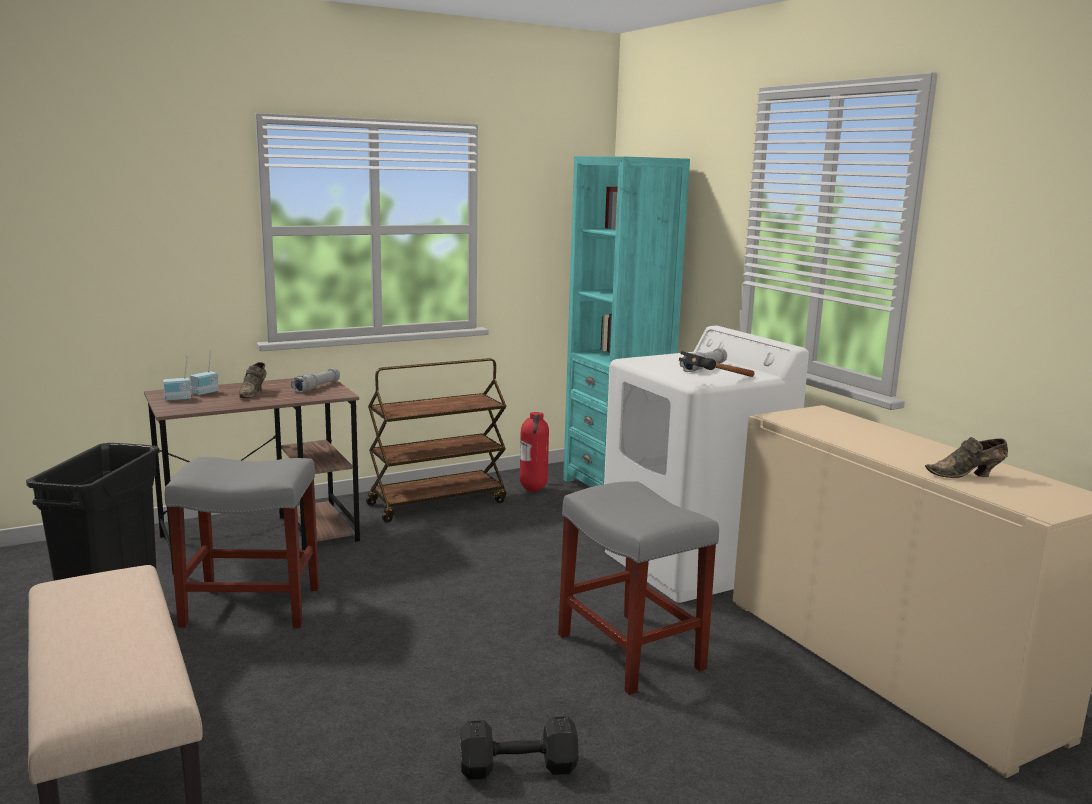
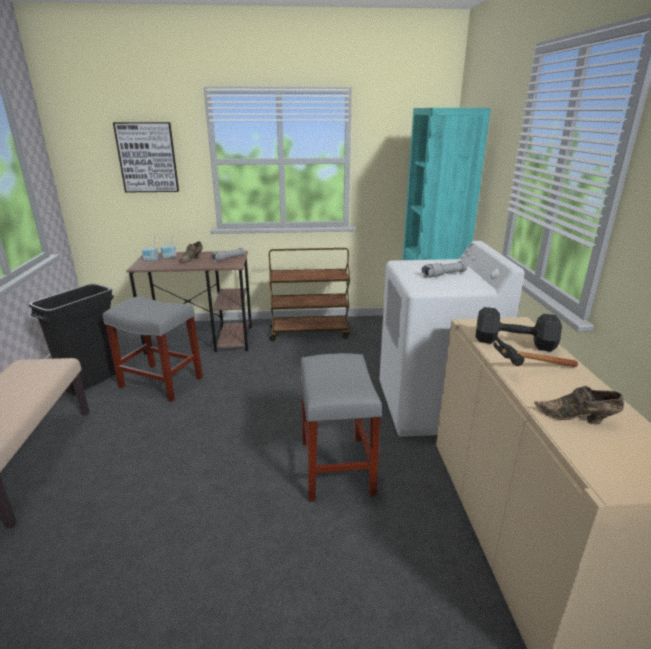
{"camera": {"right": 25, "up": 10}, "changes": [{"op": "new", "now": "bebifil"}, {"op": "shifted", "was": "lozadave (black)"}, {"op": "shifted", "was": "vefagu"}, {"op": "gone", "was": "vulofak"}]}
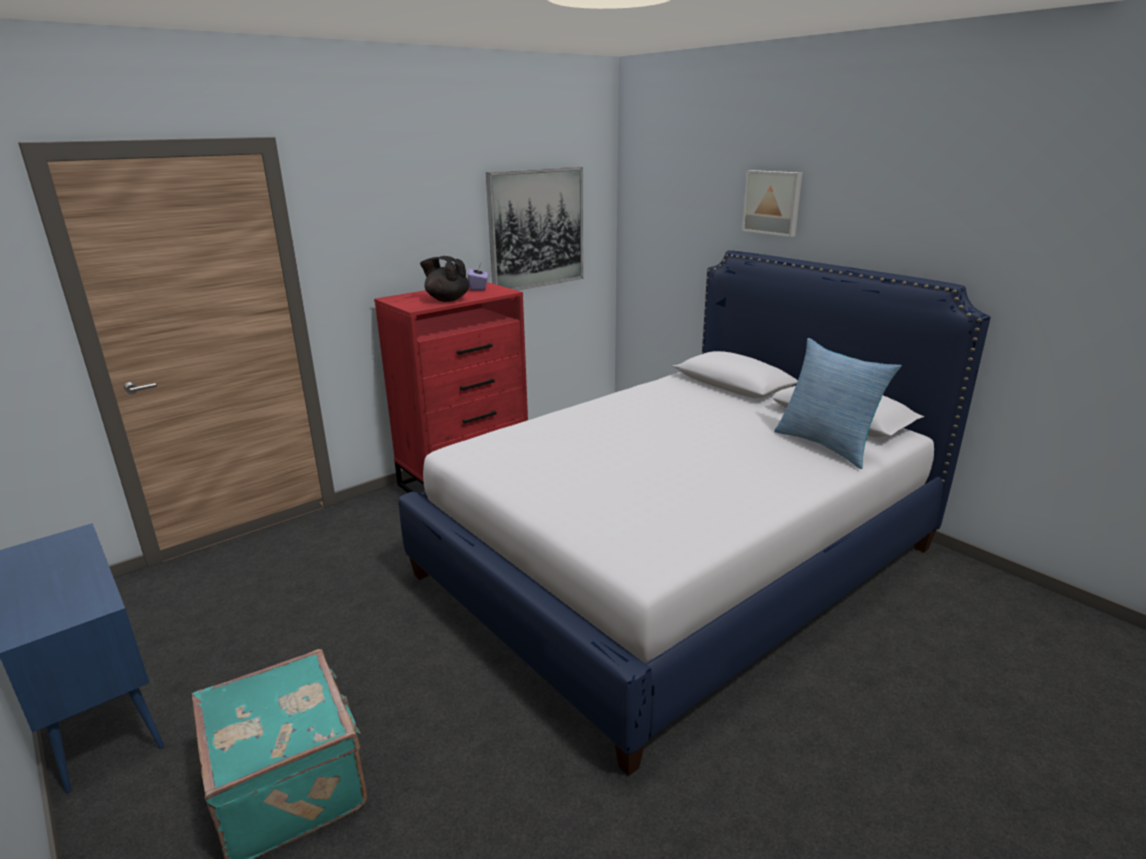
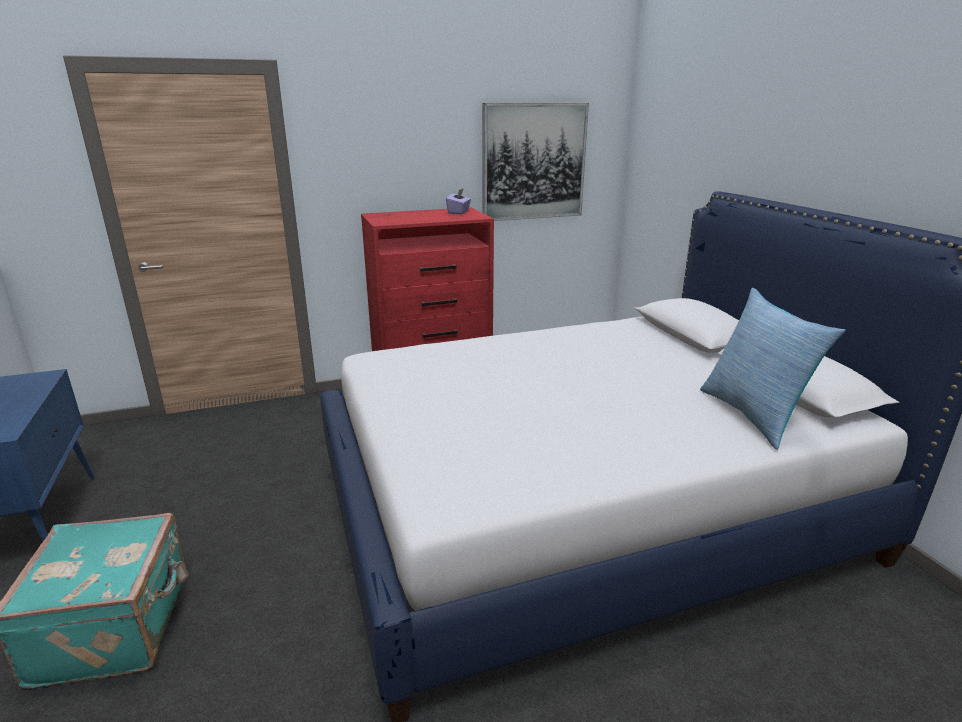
{"camera": {"right": 20, "up": 0}, "changes": [{"op": "gone", "was": "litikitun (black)"}, {"op": "gone", "was": "bebifil (no. 2 from left)"}]}
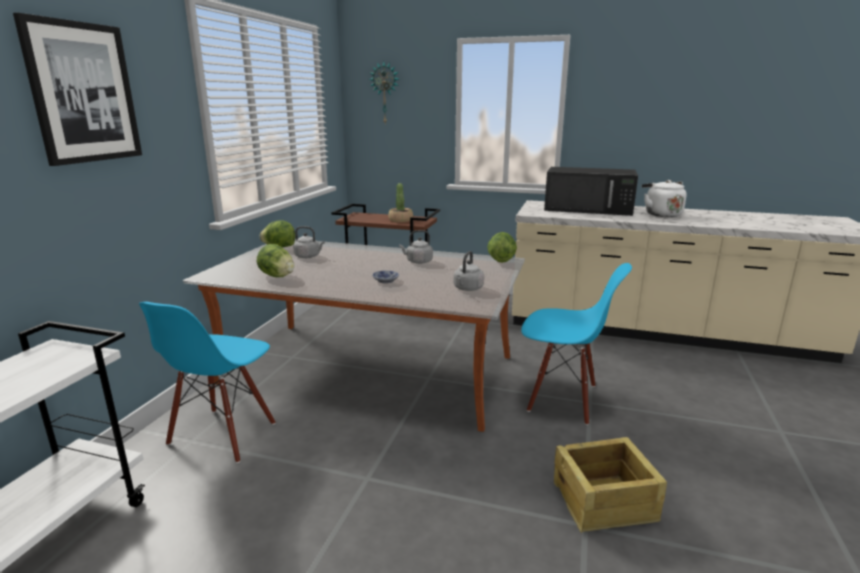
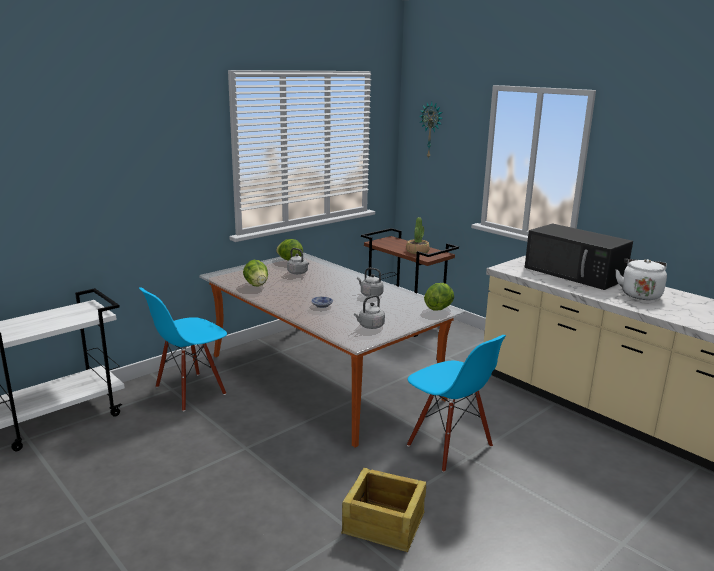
{"camera": {"right": 30, "up": 0}, "changes": [{"op": "gone", "was": "bebifil"}]}
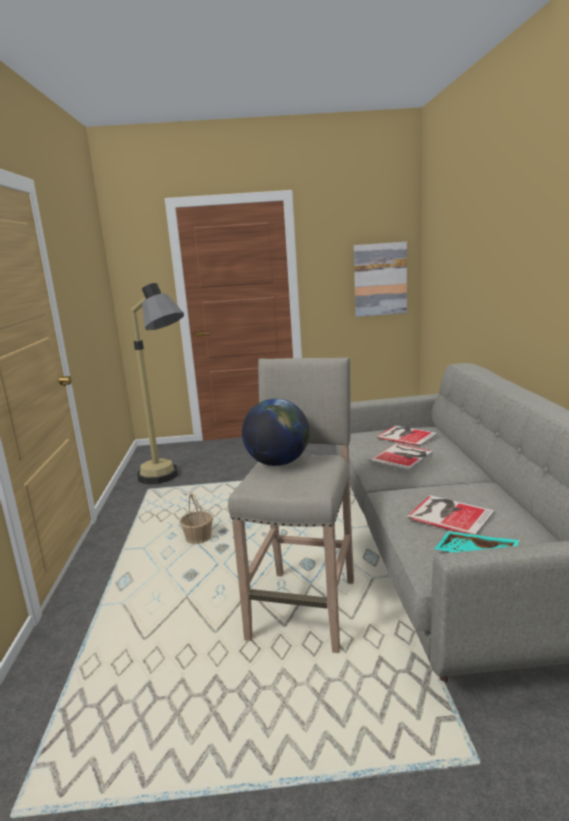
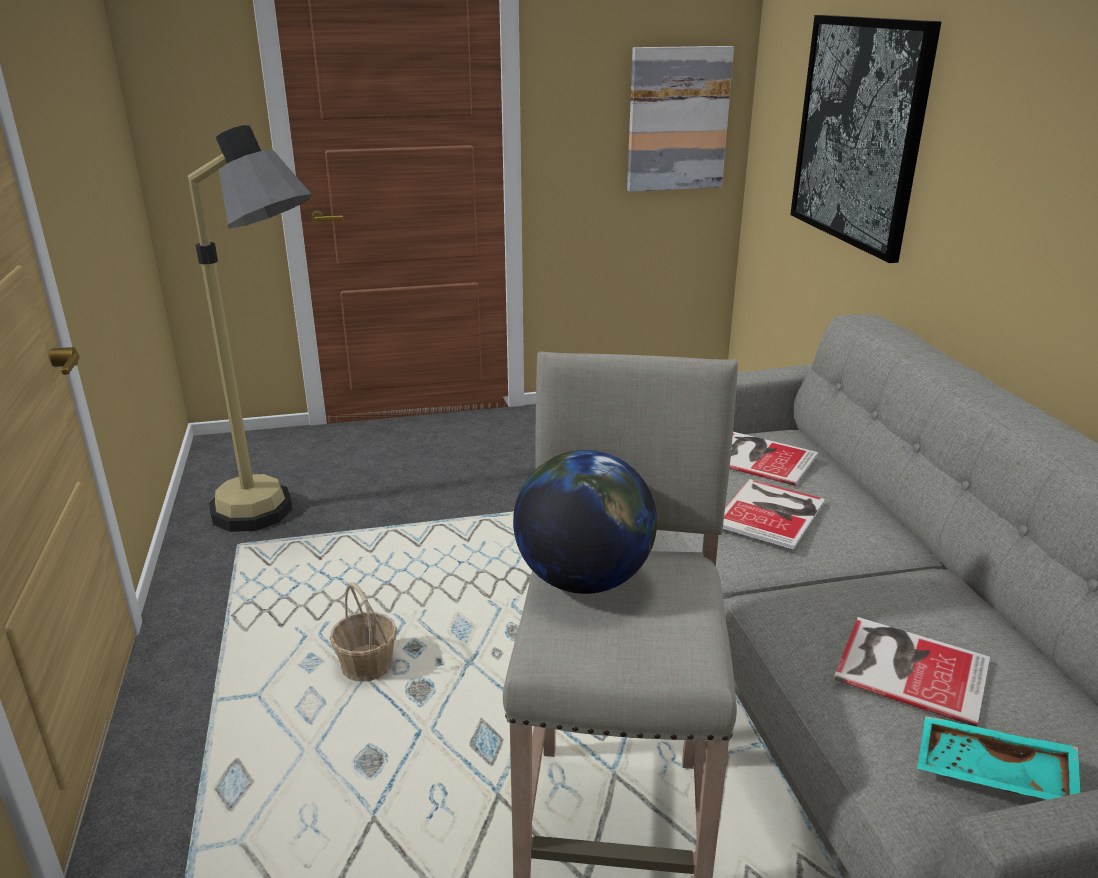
{"camera": {"right": -10, "up": 10}, "changes": [{"op": "new", "now": "bebifil (no. 2 from left)"}]}
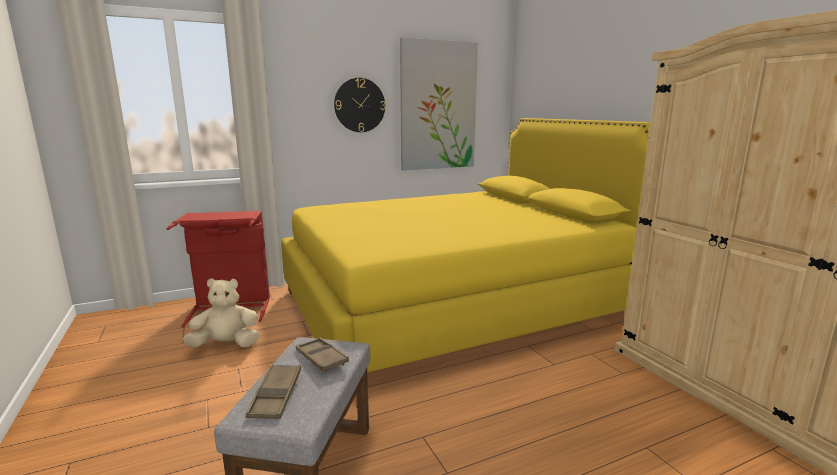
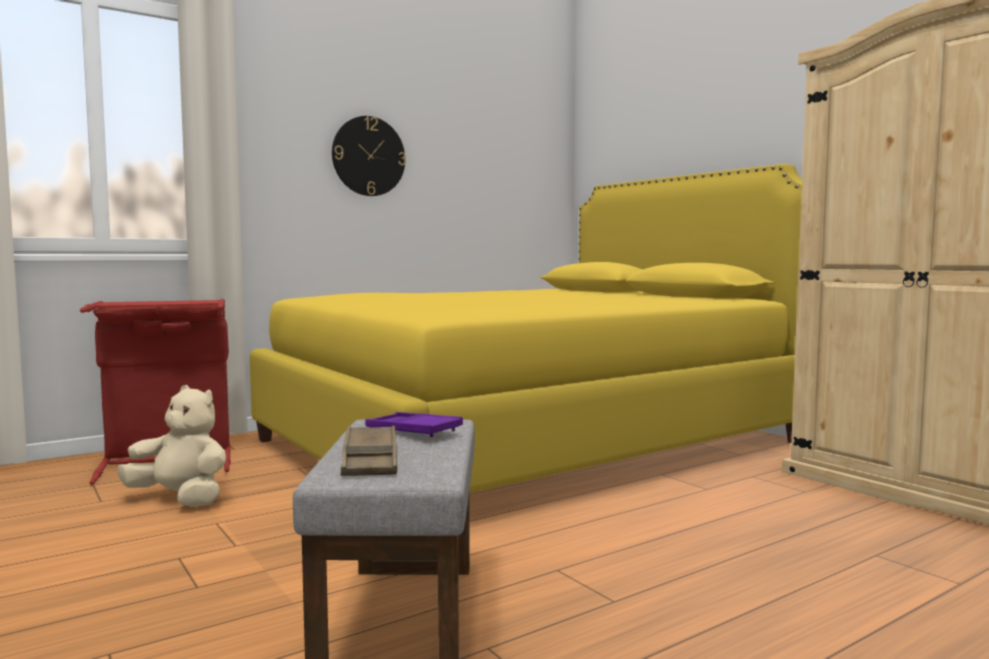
{"camera": {"right": -10, "up": -10}, "changes": [{"op": "rotated", "was": "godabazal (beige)", "clockwise": 45}, {"op": "repainted", "was": "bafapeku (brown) (no. 2 from left)", "now": "bafapeku (purple)"}, {"op": "gone", "was": "bebifil"}]}
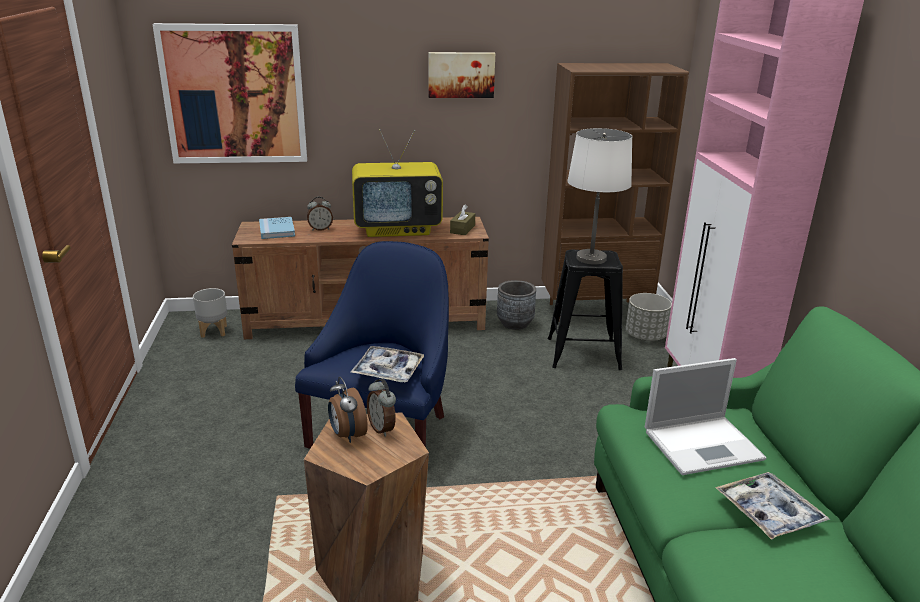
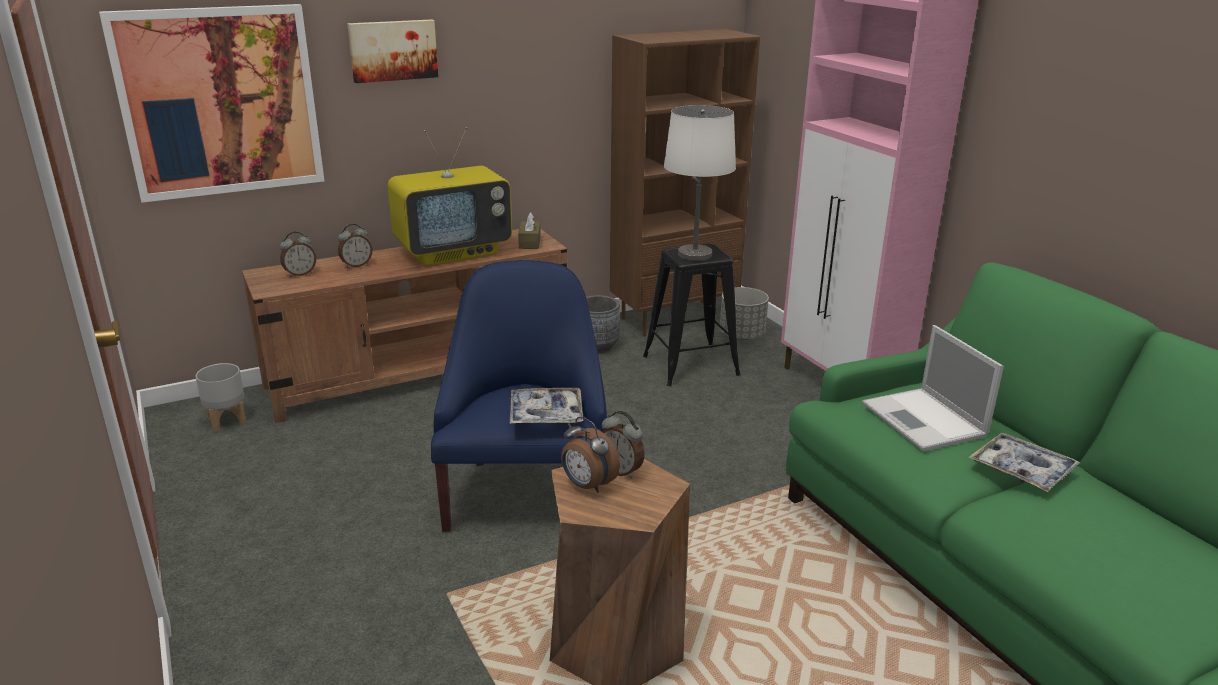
{"camera": {"right": -20, "up": 0}, "changes": [{"op": "swapped", "was": "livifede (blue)", "now": "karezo (no. 1 from left)"}, {"op": "shifted", "was": "bebifil (no. 2 from left)"}, {"op": "rotated", "was": "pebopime", "clockwise": 105}]}
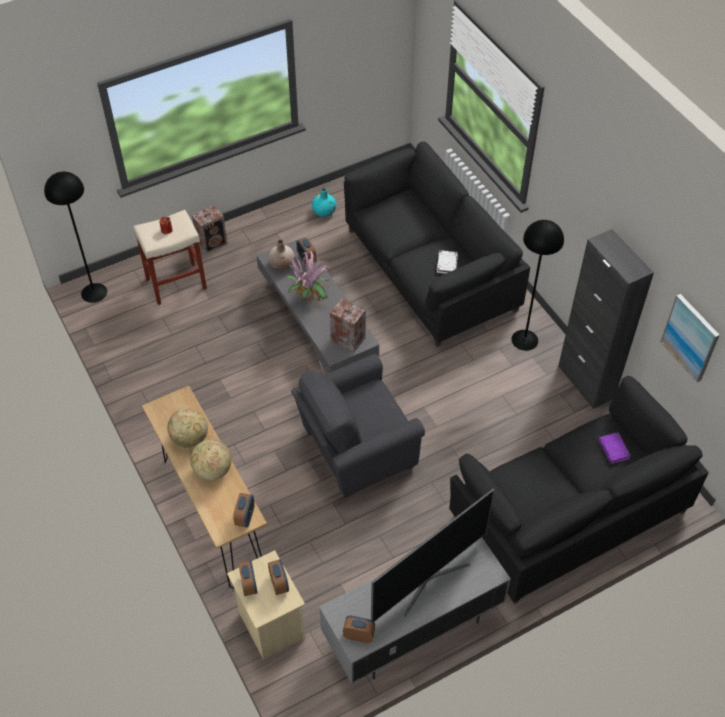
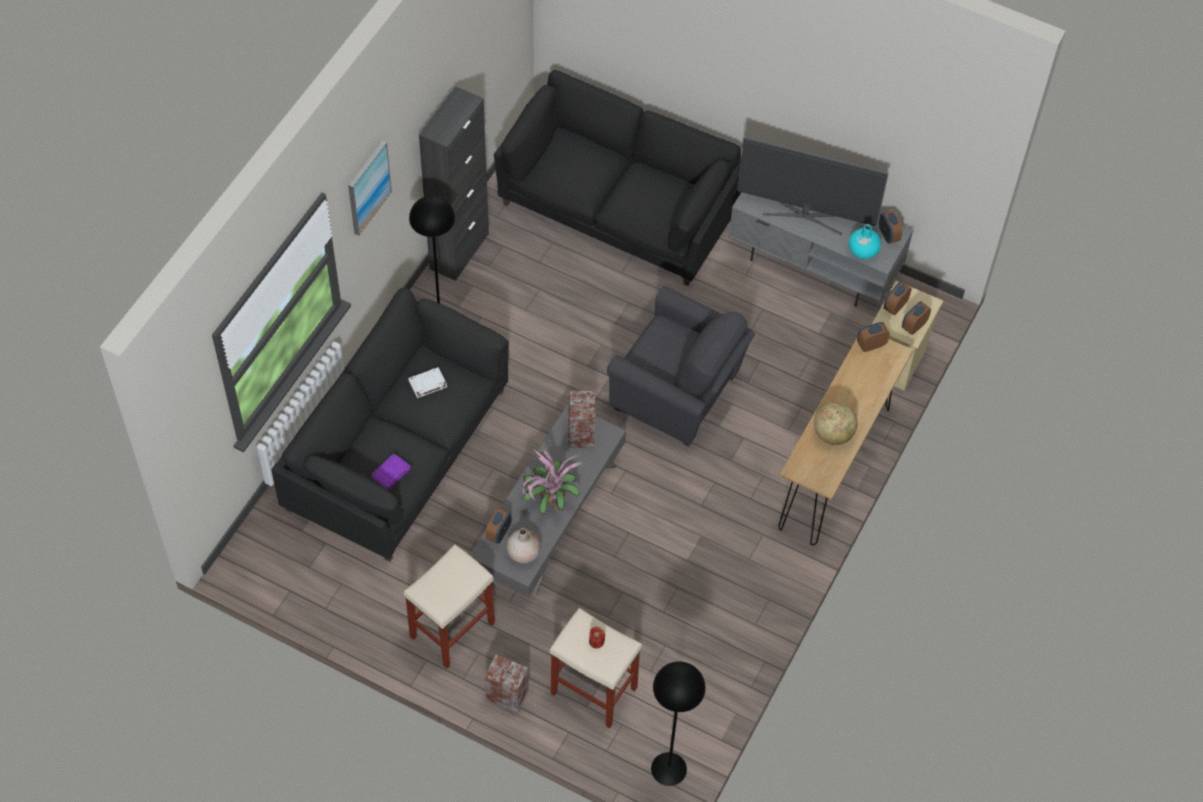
{"camera": {"right": -125, "up": 5}, "changes": [{"op": "shifted", "was": "bebifil"}, {"op": "shifted", "was": "livifede (purple)"}, {"op": "new", "now": "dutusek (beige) (no. 1 from left)"}, {"op": "shifted", "was": "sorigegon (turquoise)"}, {"op": "gone", "was": "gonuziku (no. 2 from left)"}]}
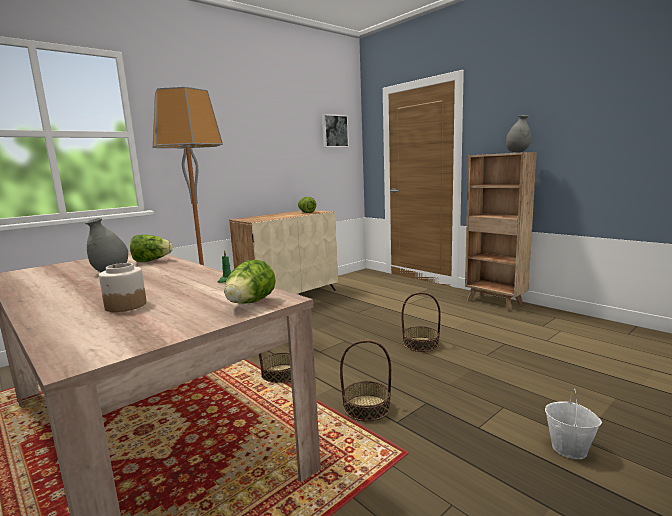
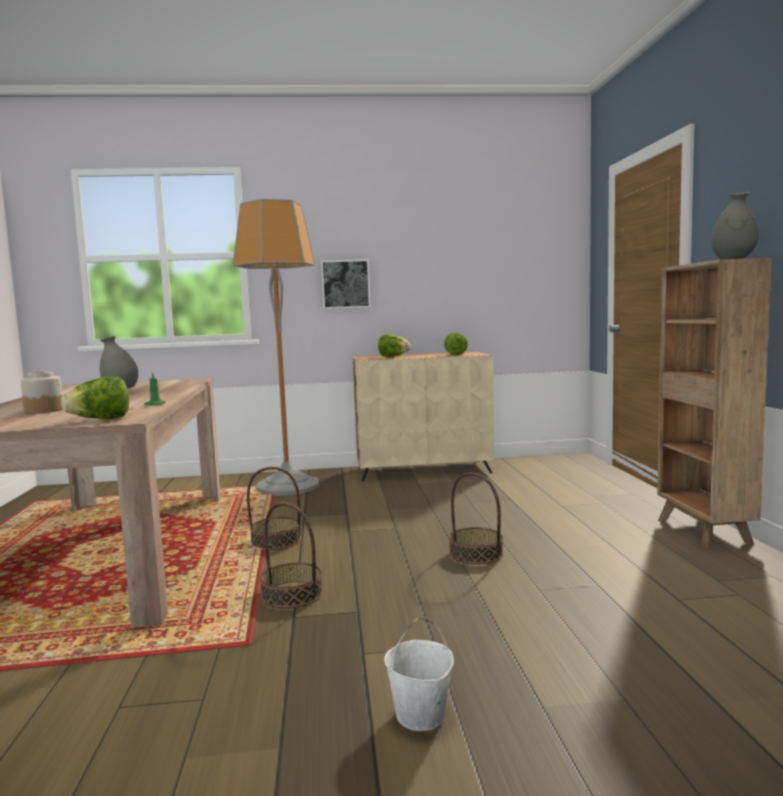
{"camera": {"right": 35, "up": -5}, "changes": [{"op": "shifted", "was": "bebifil"}, {"op": "shifted", "was": "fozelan (no. 1 from left in the first image)", "now": "fozelan (no. 2 from left)"}]}
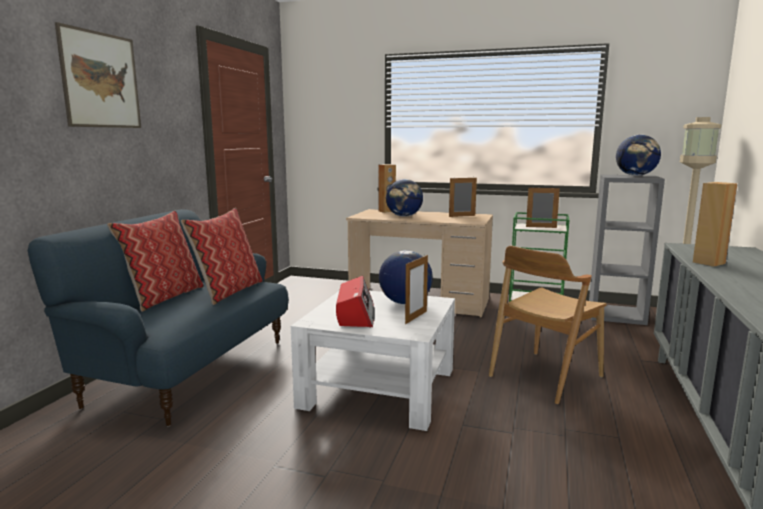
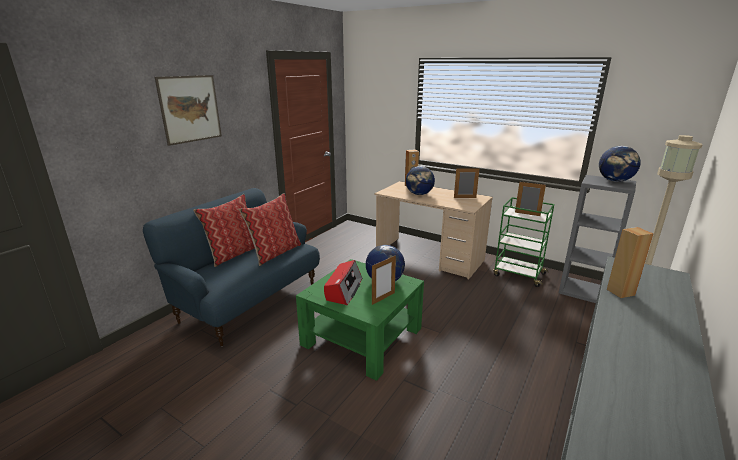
{"camera": {"right": 15, "up": 10}, "changes": [{"op": "repainted", "was": "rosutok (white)", "now": "rosutok (green)"}, {"op": "gone", "was": "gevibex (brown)"}]}
